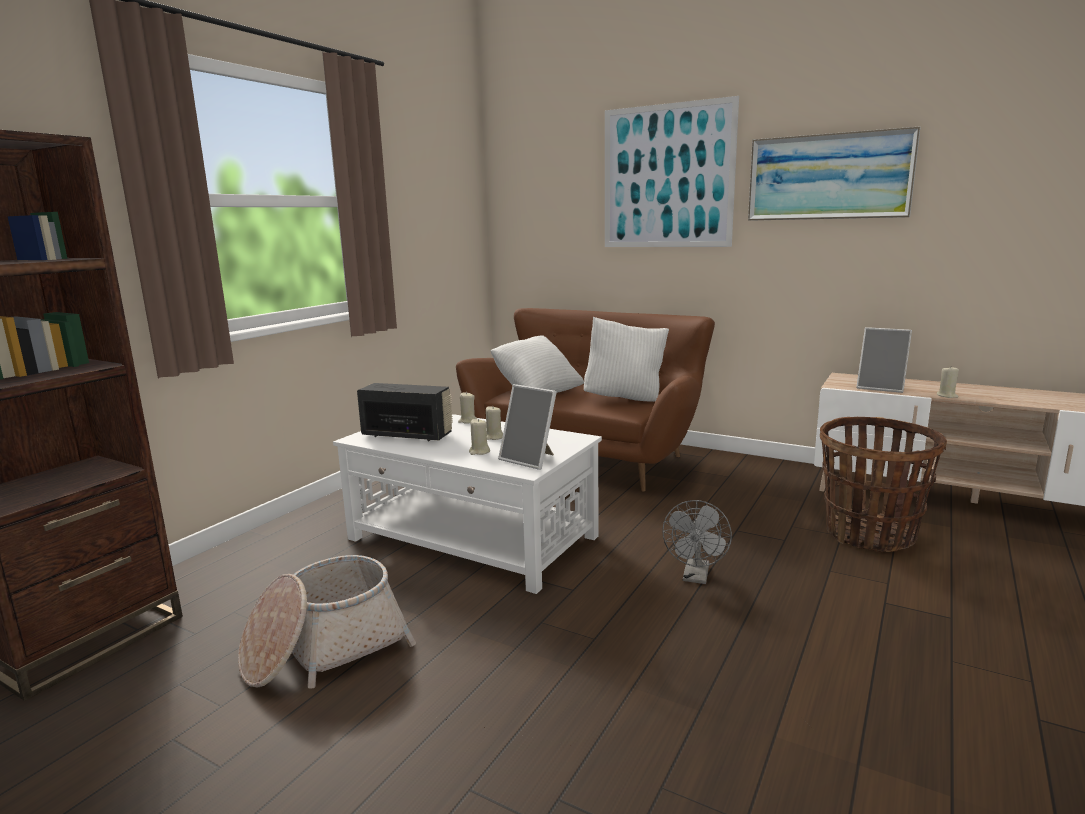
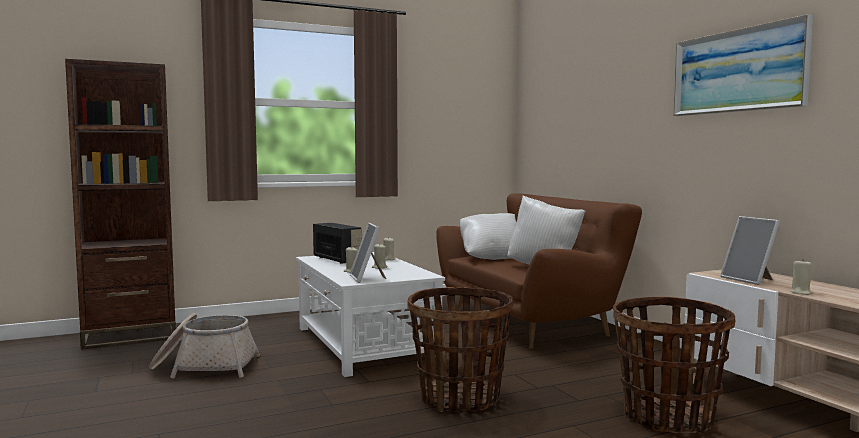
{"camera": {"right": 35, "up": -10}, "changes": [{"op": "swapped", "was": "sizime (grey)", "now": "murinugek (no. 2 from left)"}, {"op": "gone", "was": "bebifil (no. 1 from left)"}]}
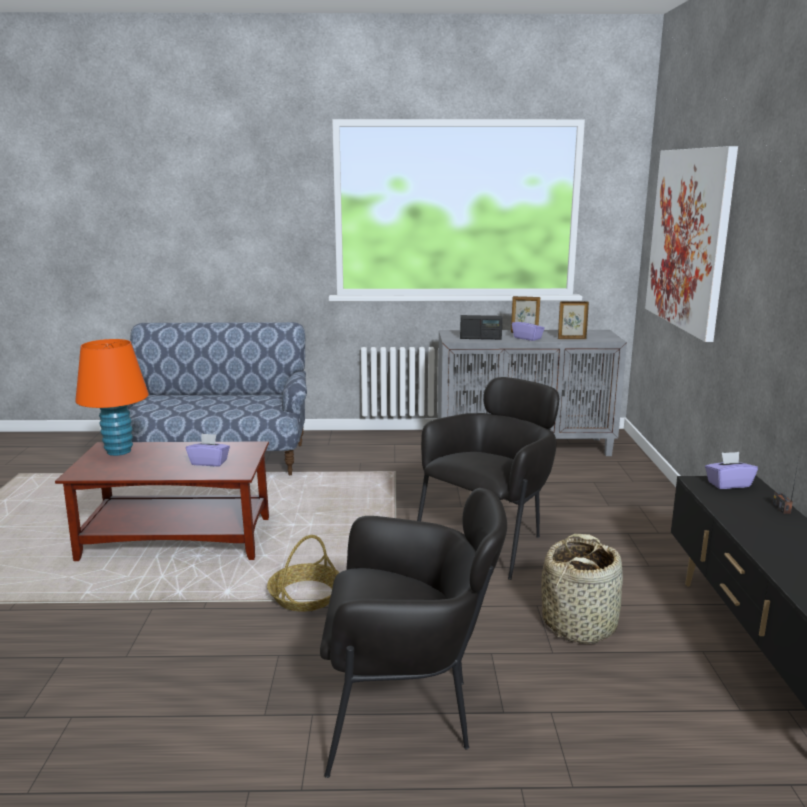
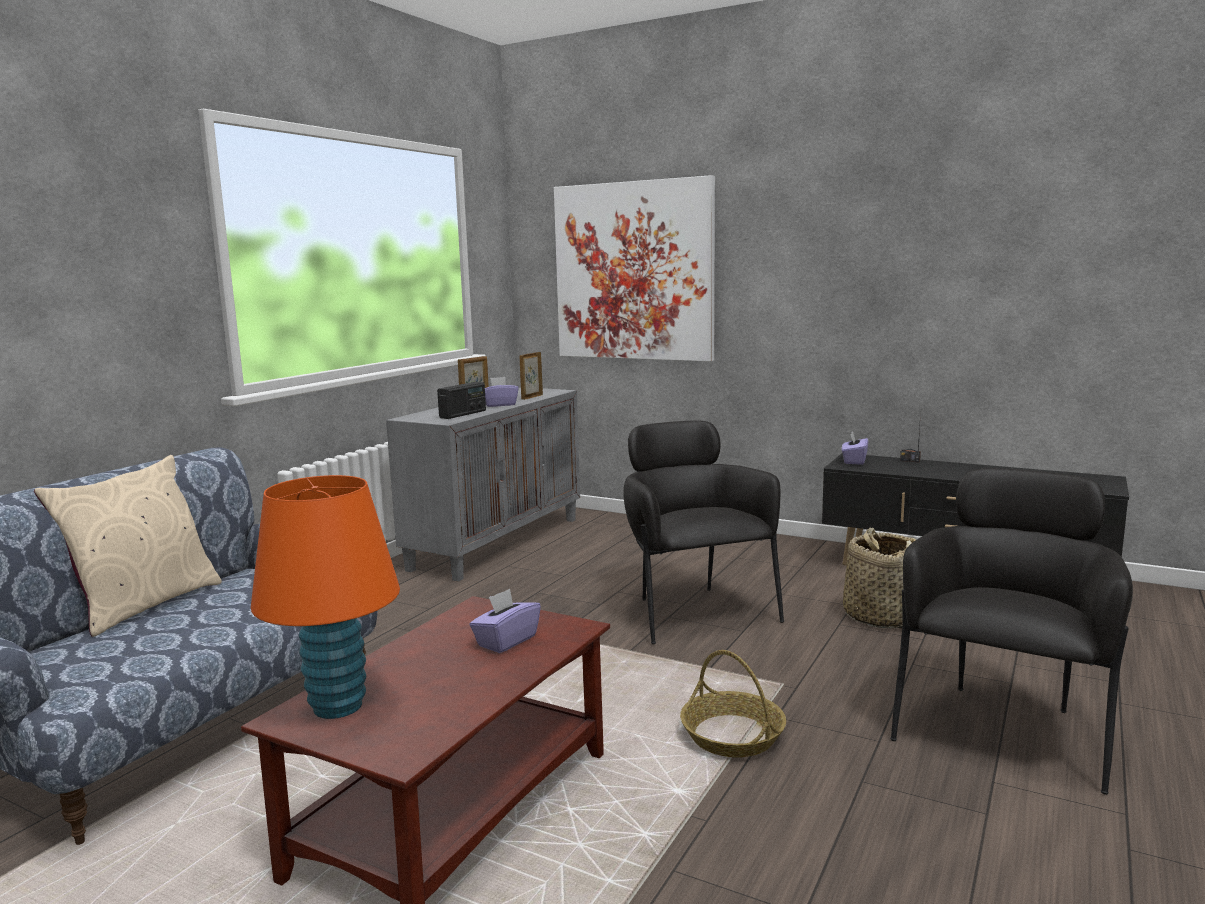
{"camera": {"right": -60, "up": -5}, "changes": [{"op": "new", "now": "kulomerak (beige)"}]}
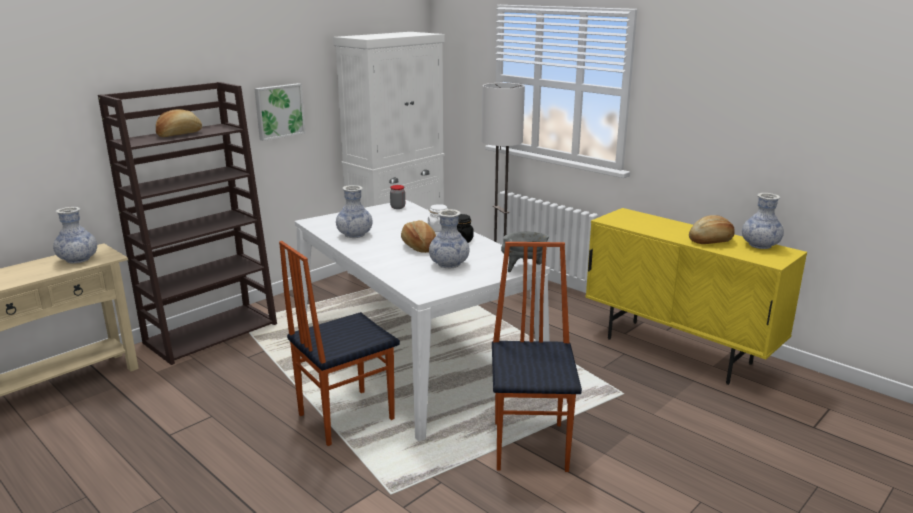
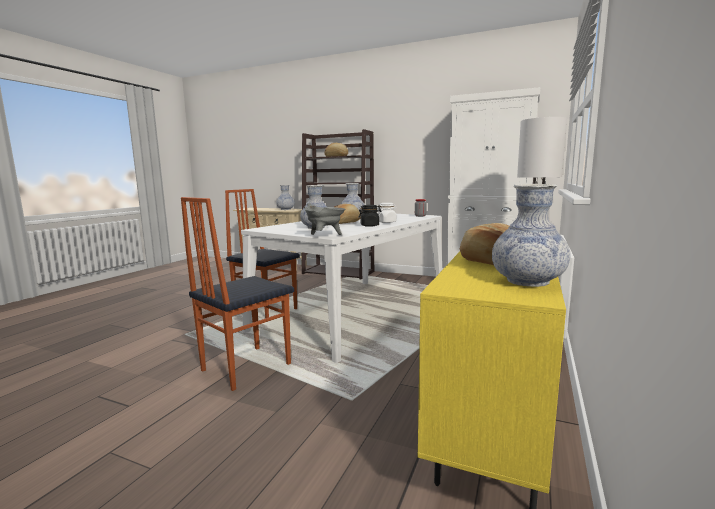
{"camera": {"right": 70, "up": -10}, "changes": [{"op": "rotated", "was": "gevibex (no. 2 from left in the first image)", "clockwise": 150}, {"op": "gone", "was": "bebifil"}]}
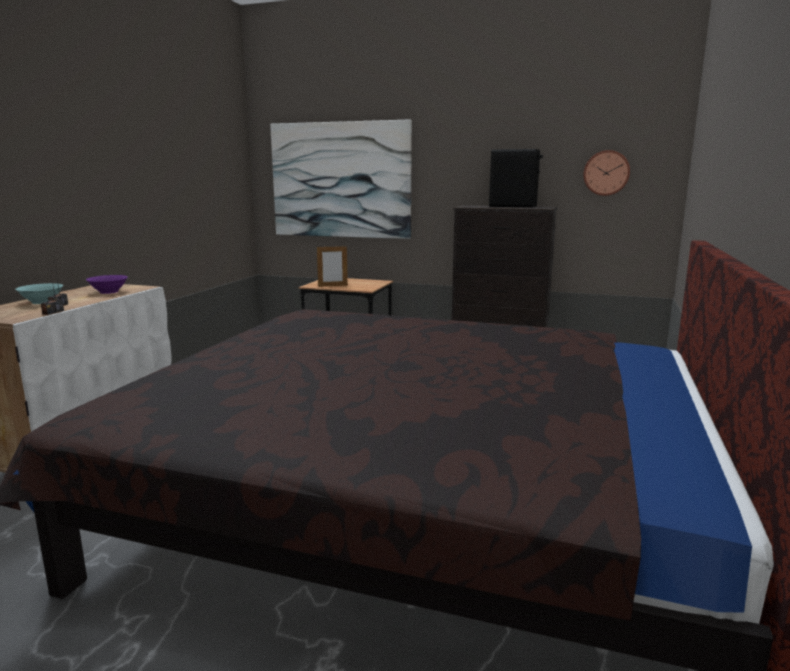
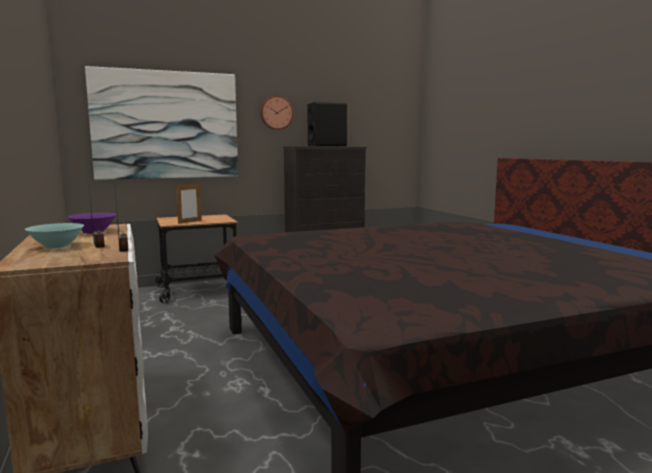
{"camera": {"right": -40, "up": -5}, "changes": [{"op": "shifted", "was": "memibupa"}]}
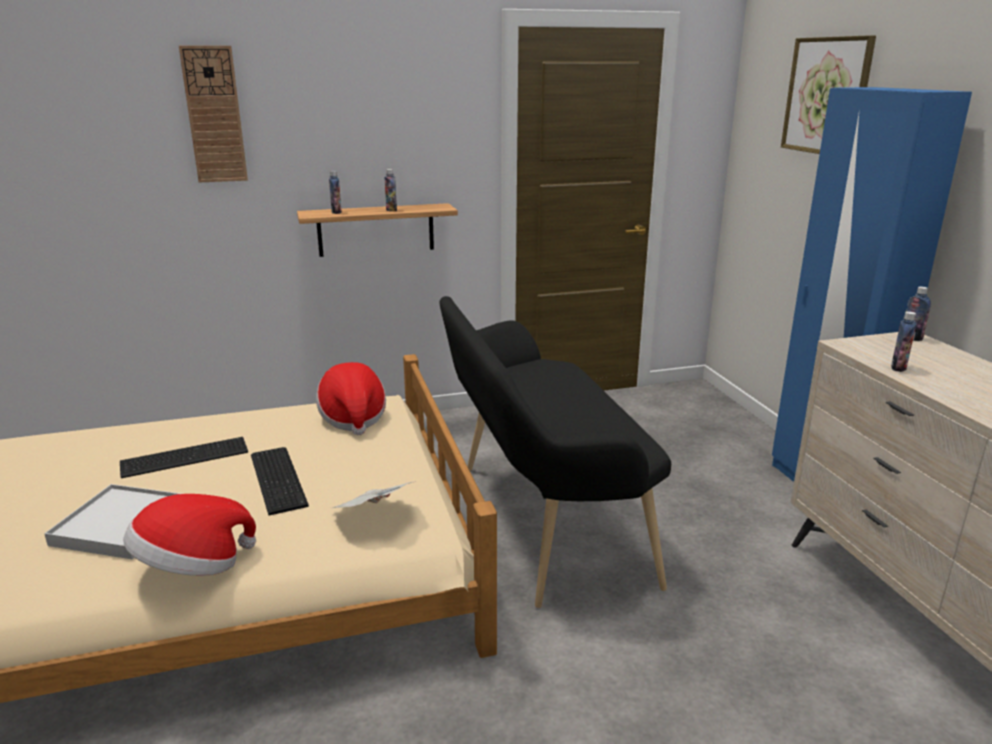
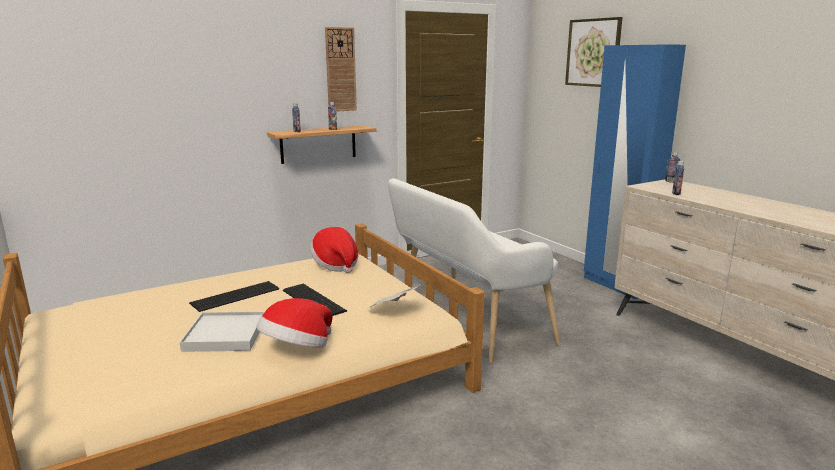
{"camera": {"right": -15, "up": -5}, "changes": [{"op": "shifted", "was": "memibupa"}, {"op": "repainted", "was": "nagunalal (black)", "now": "nagunalal (white)"}]}
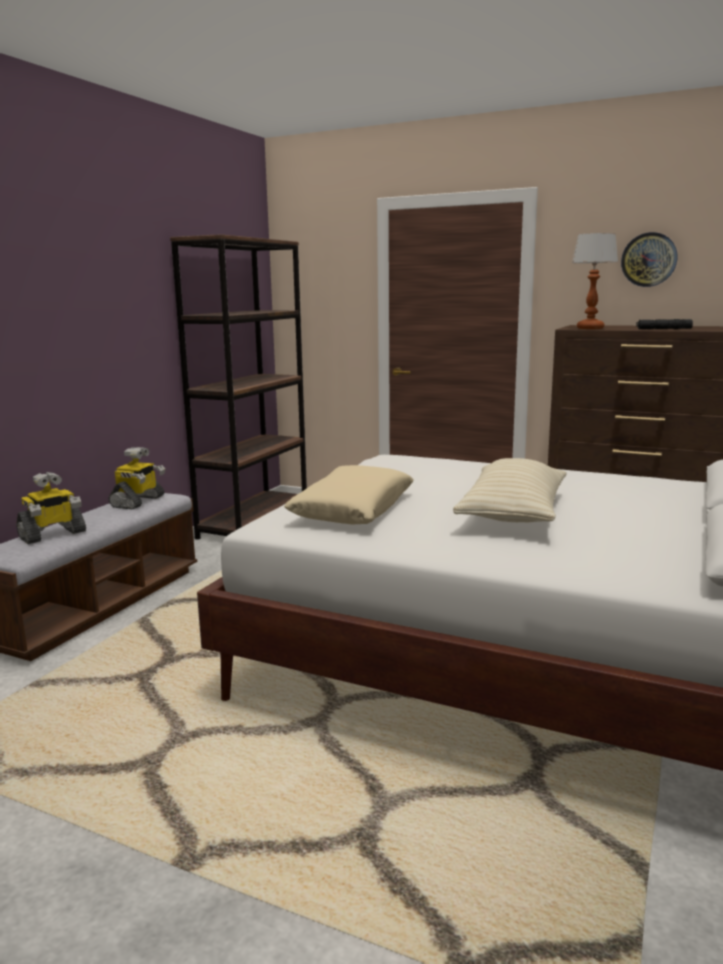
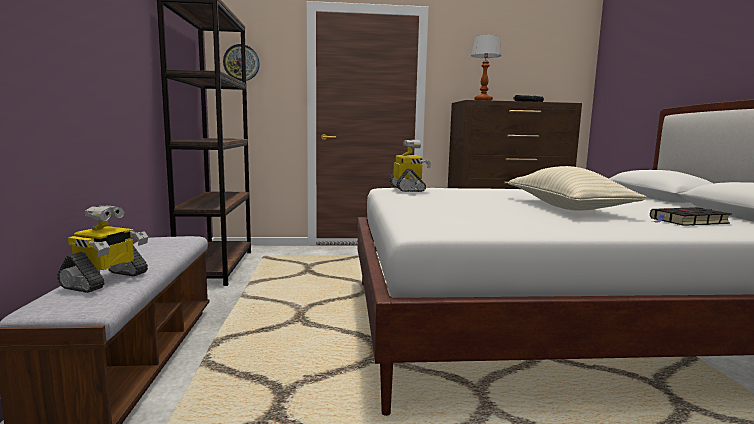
{"camera": {"right": -30, "up": -5}, "changes": [{"op": "shifted", "was": "memibupa"}, {"op": "shifted", "was": "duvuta (no. 2 from left)"}, {"op": "new", "now": "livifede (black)"}, {"op": "gone", "was": "kulomerak (beige) (no. 1 from left)"}]}
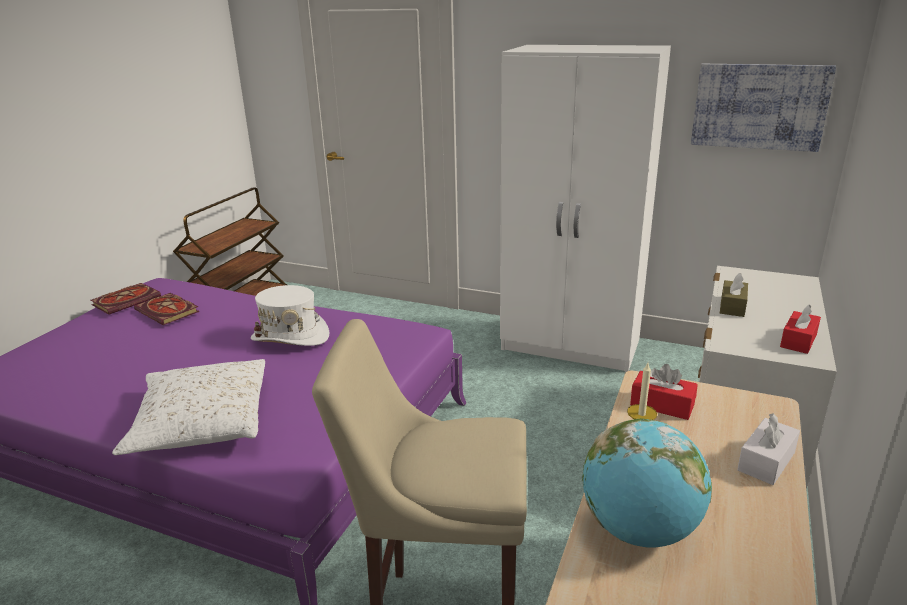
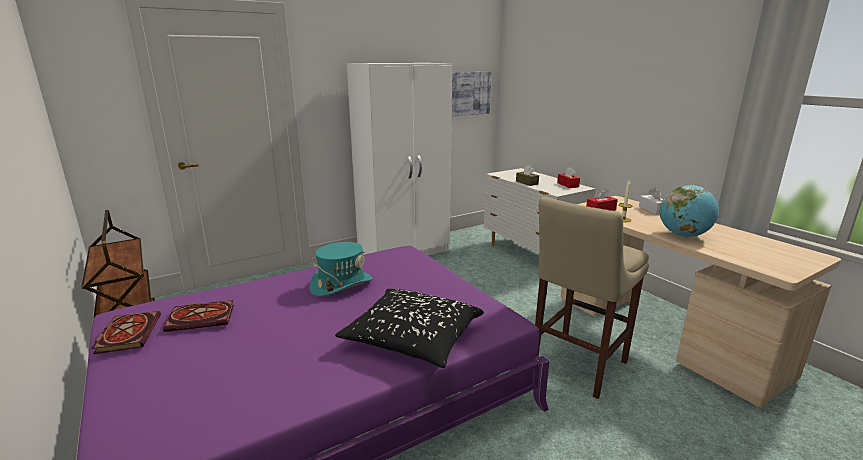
{"camera": {"right": -55, "up": -5}, "changes": [{"op": "repainted", "was": "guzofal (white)", "now": "guzofal (turquoise)"}, {"op": "repainted", "was": "kulomerak (white)", "now": "kulomerak (black)"}]}
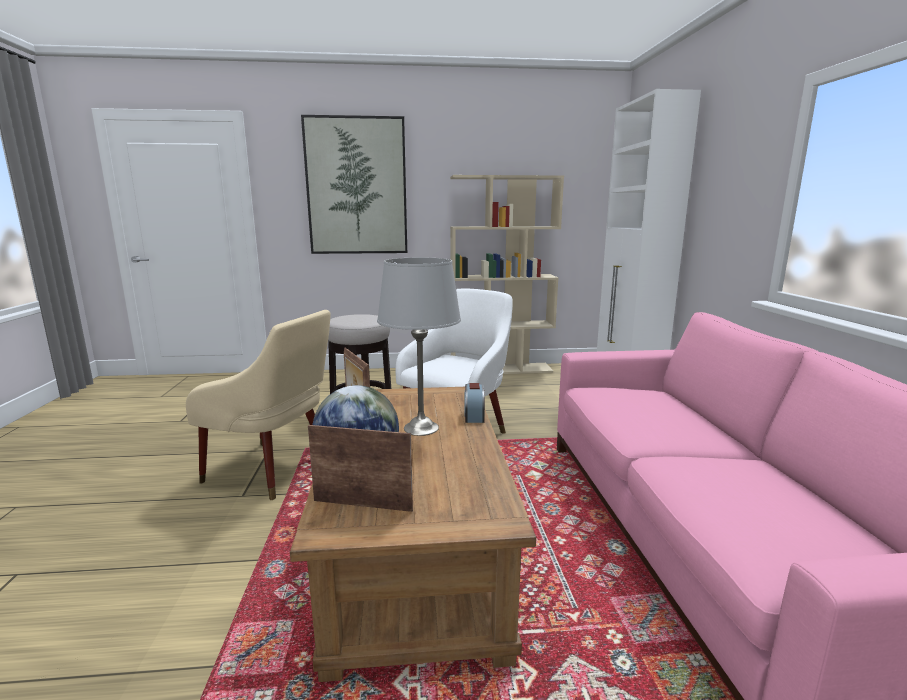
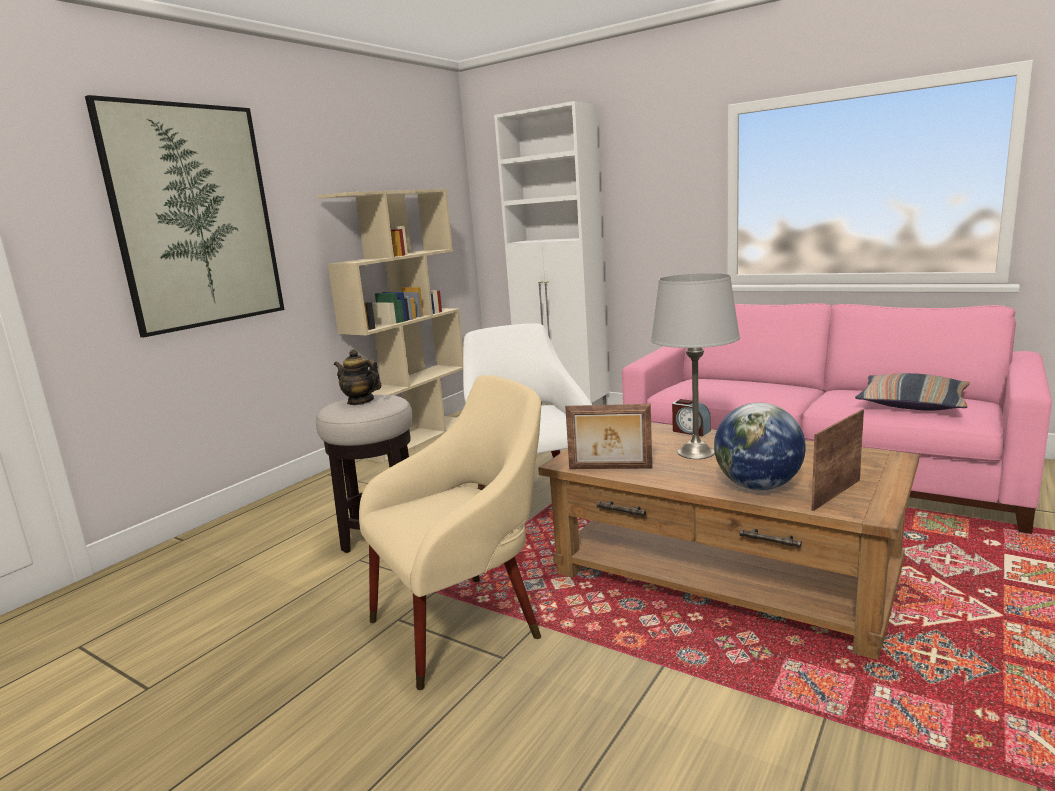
{"camera": {"right": -50, "up": 0}, "changes": [{"op": "new", "now": "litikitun"}, {"op": "new", "now": "kulomerak"}]}
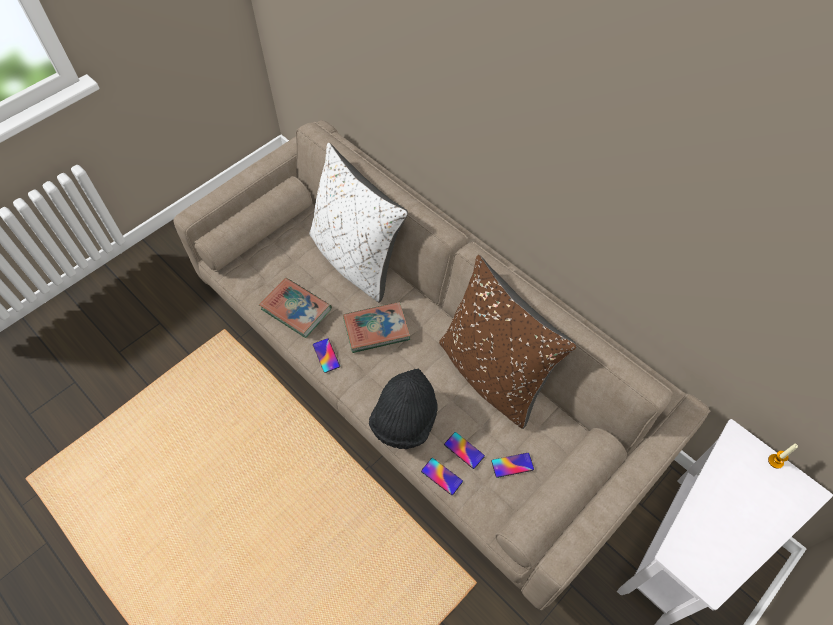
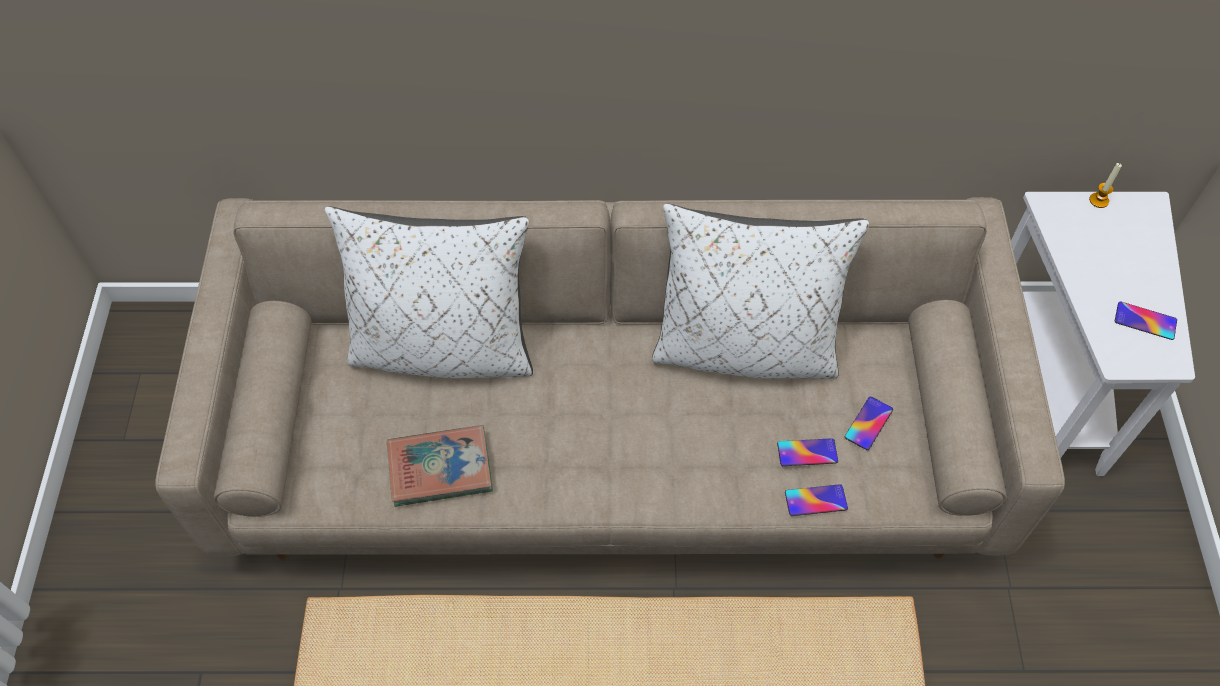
{"camera": {"right": -45, "up": 0}, "changes": [{"op": "repainted", "was": "kulomerak (brown)", "now": "kulomerak (white) (no. 2 from left)"}, {"op": "shifted", "was": "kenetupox (no. 1 from left in the first image)", "now": "kenetupox (no. 4 from left)"}, {"op": "gone", "was": "livifede (no. 2 from left)"}, {"op": "gone", "was": "guzofal (black)"}]}
